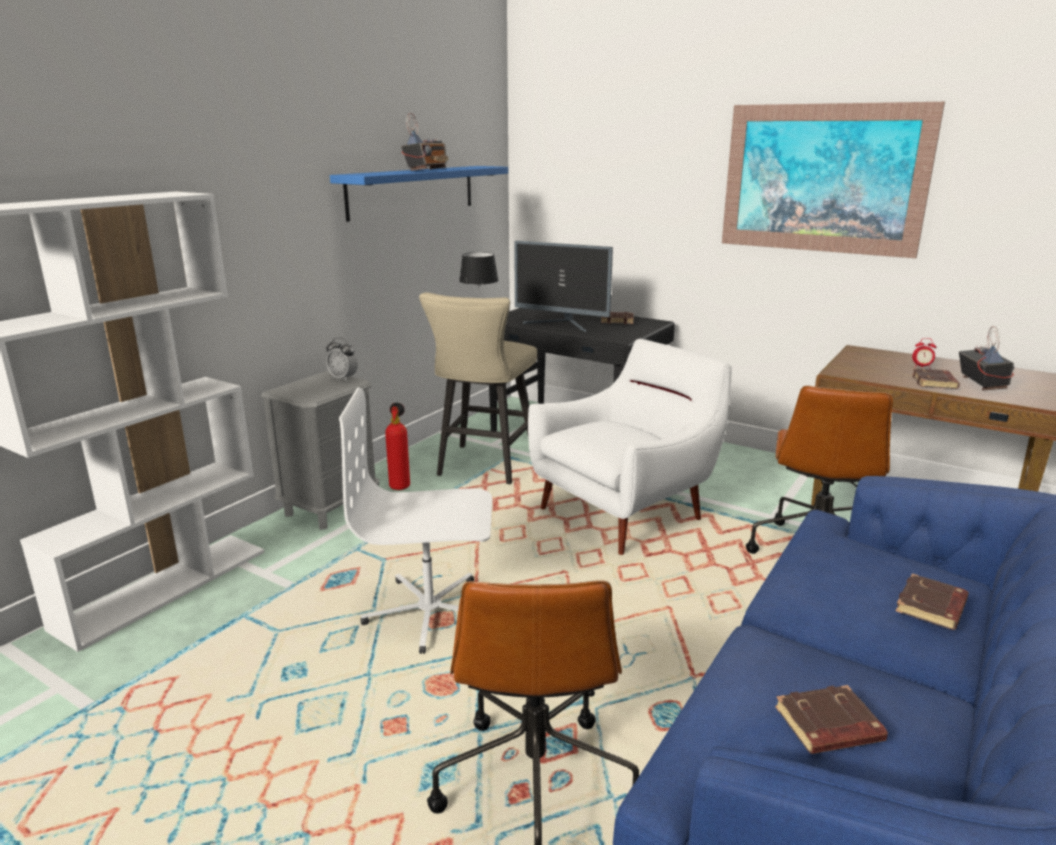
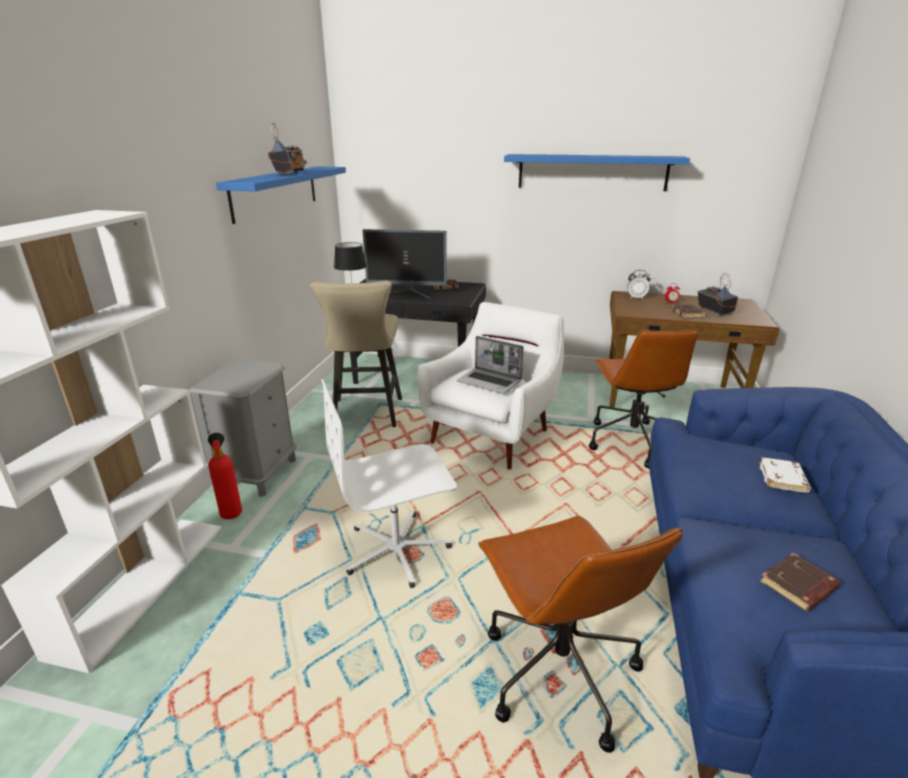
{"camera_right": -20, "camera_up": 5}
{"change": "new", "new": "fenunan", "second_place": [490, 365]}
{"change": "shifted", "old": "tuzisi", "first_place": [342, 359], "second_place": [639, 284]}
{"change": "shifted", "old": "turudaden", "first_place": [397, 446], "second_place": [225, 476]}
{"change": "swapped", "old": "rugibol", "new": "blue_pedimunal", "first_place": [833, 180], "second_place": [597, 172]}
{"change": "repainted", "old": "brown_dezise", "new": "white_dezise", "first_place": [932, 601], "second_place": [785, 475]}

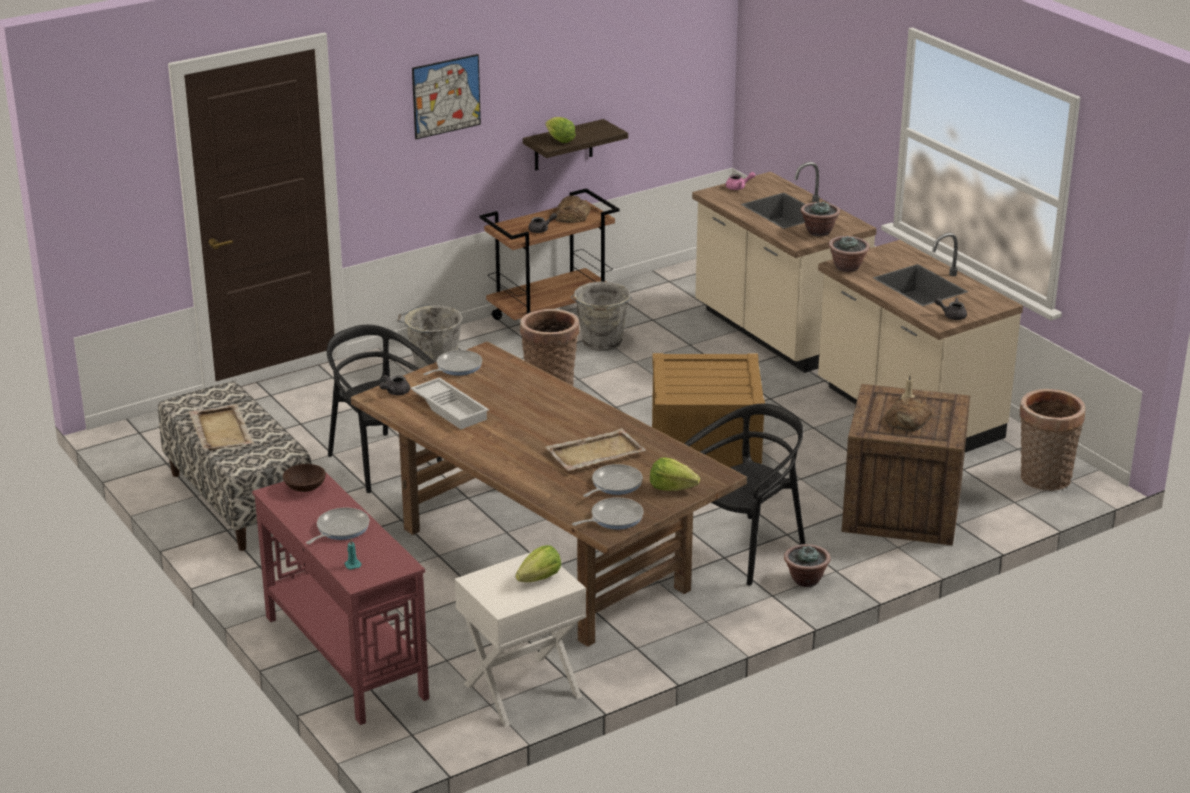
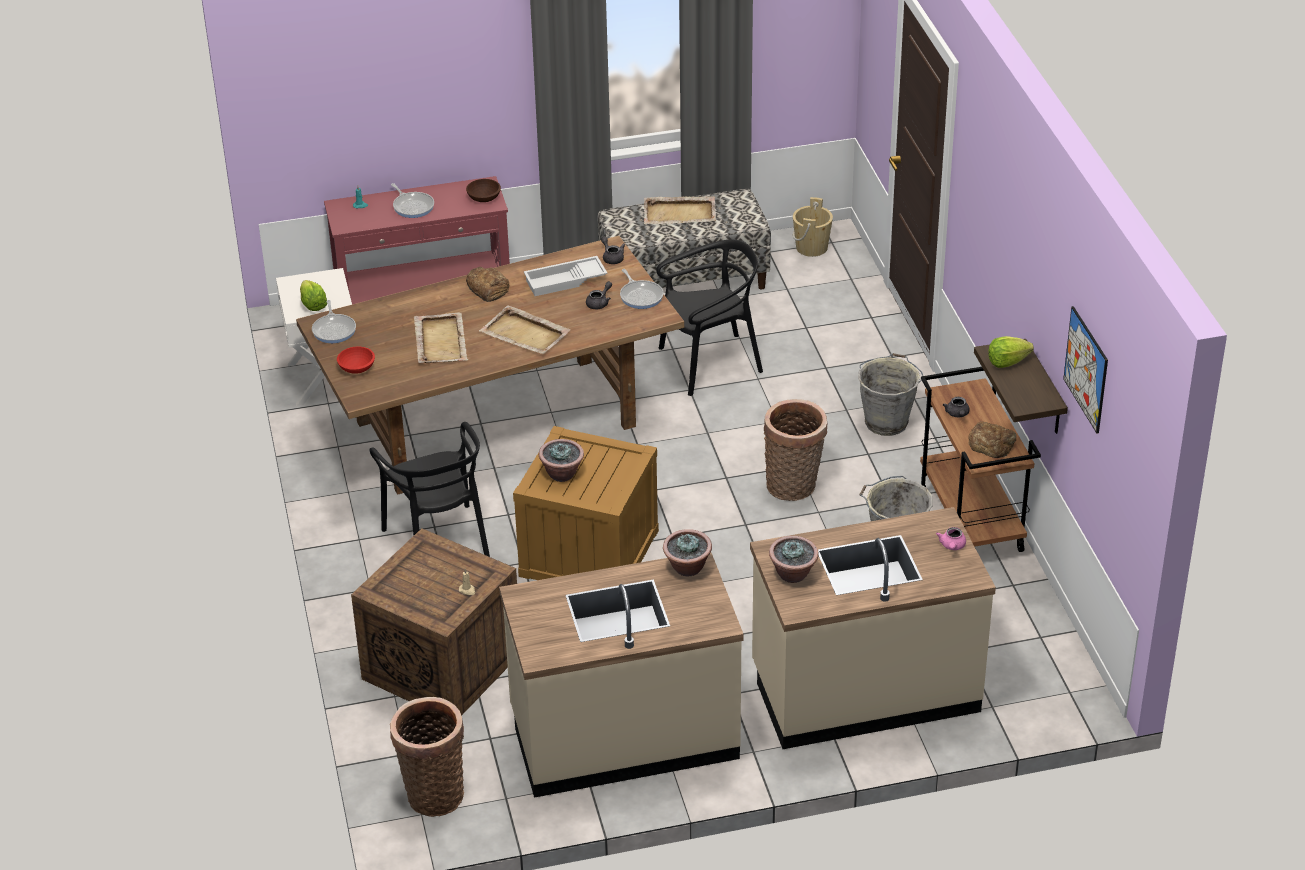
{"camera_right": 110, "camera_up": 10}
{"change": "gone", "old": "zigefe", "first_place": [613, 480]}
{"change": "new", "new": "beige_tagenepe", "second_place": [525, 329]}
{"change": "new", "new": "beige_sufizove", "second_place": [813, 227]}
{"change": "shifted", "old": "rugibol", "first_place": [446, 96], "second_place": [1085, 370]}
{"change": "shifted", "old": "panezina", "first_place": [807, 565], "second_place": [561, 460]}
{"change": "shifted", "old": "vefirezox", "first_place": [908, 414], "second_place": [487, 284]}
{"change": "shifted", "old": "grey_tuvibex", "first_place": [950, 308], "second_place": [599, 295]}
{"change": "swapped", "old": "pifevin", "new": "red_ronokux", "first_place": [675, 474], "second_place": [356, 360]}

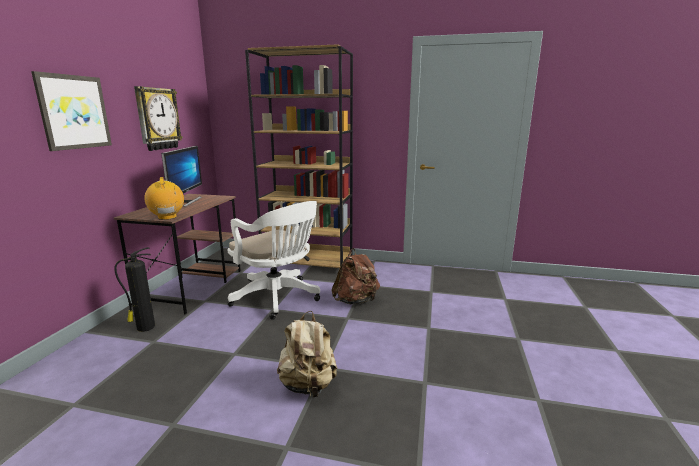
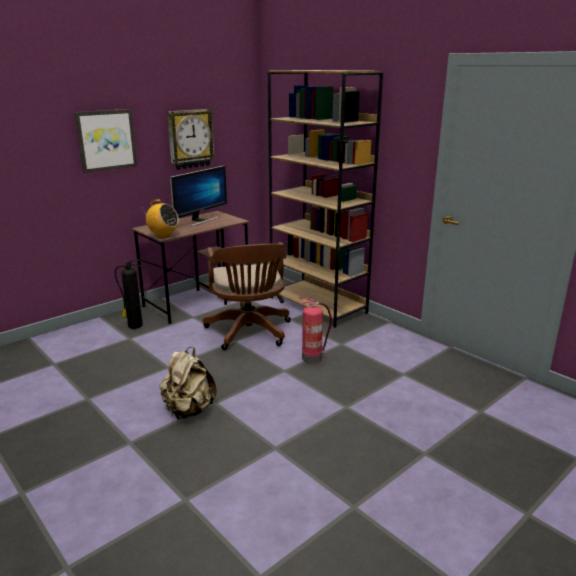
{"camera_right": 35, "camera_up": 5}
{"change": "swapped", "old": "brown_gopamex", "new": "turudaden", "first_place": [356, 276], "second_place": [316, 330]}
{"change": "repainted", "old": "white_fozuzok", "new": "brown_fozuzok", "first_place": [273, 260], "second_place": [247, 296]}
{"change": "rotated", "old": "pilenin", "first_place": [164, 198], "second_place": [161, 219], "degrees": 105}

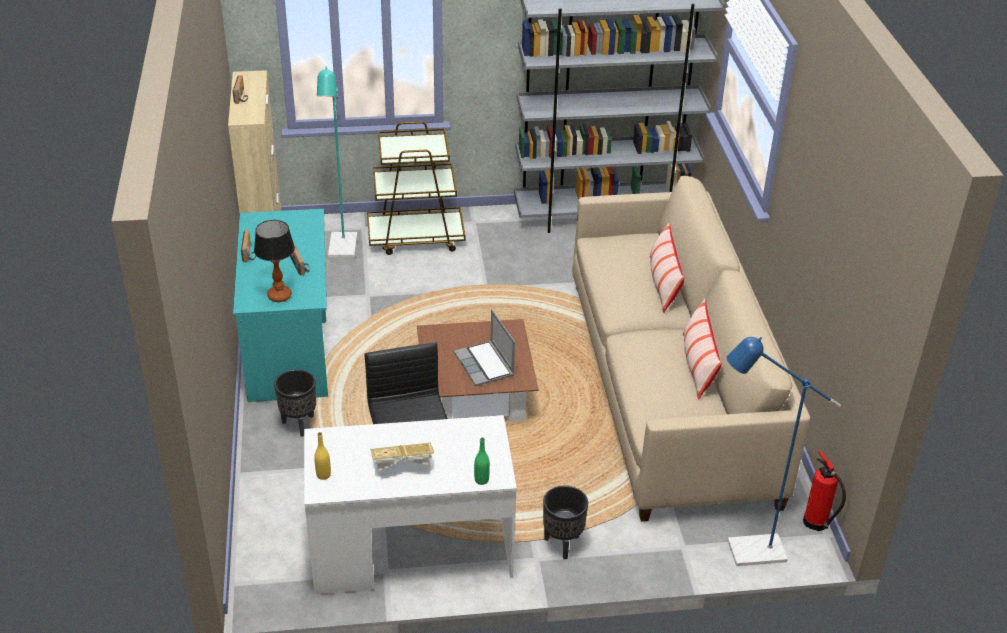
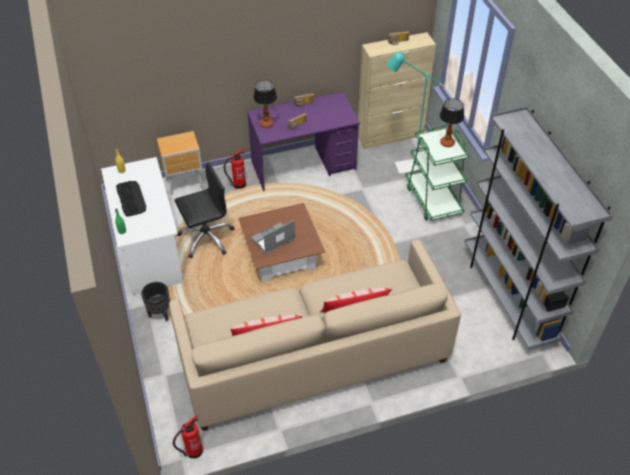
{"camera_right": 80, "camera_up": 10}
{"change": "gone", "old": "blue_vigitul", "first_place": [784, 451]}
{"change": "new", "new": "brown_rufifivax", "second_place": [180, 163]}
{"change": "new", "new": "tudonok", "second_place": [452, 122]}
{"change": "swapped", "old": "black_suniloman", "new": "turudaden", "first_place": [295, 403], "second_place": [235, 168]}
{"change": "swapped", "old": "dezise", "new": "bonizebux", "first_place": [402, 457], "second_place": [131, 199]}
{"change": "repainted", "old": "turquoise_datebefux", "new": "purple_datebefux", "first_place": [280, 305], "second_place": [303, 141]}
{"change": "repainted", "old": "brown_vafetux", "new": "green_vafetux", "first_place": [416, 188], "second_place": [437, 172]}

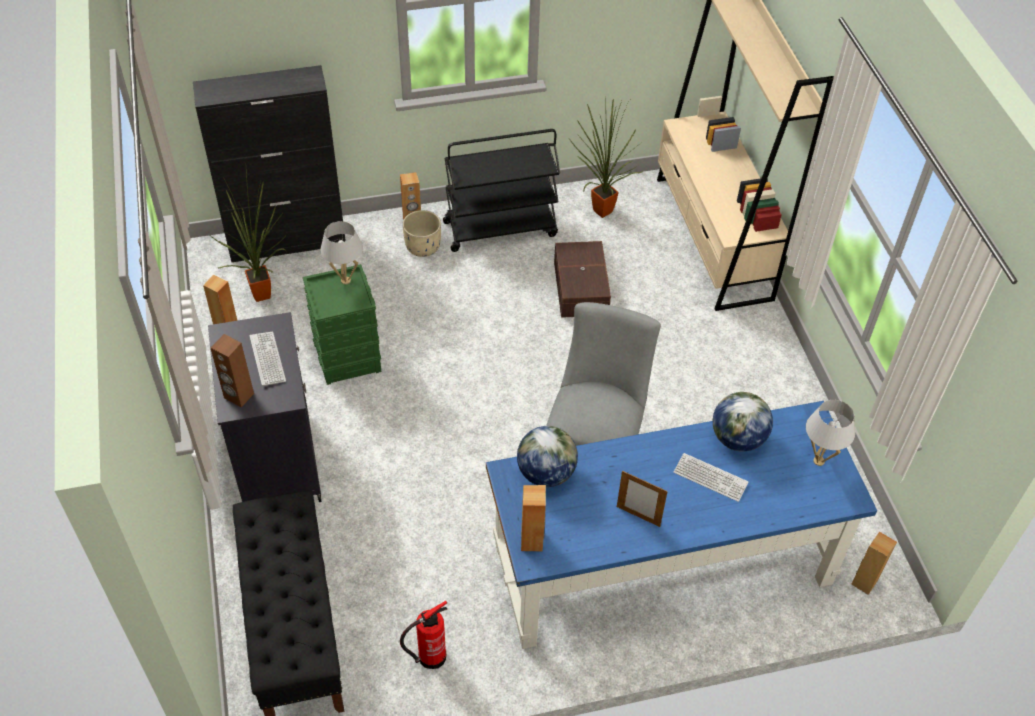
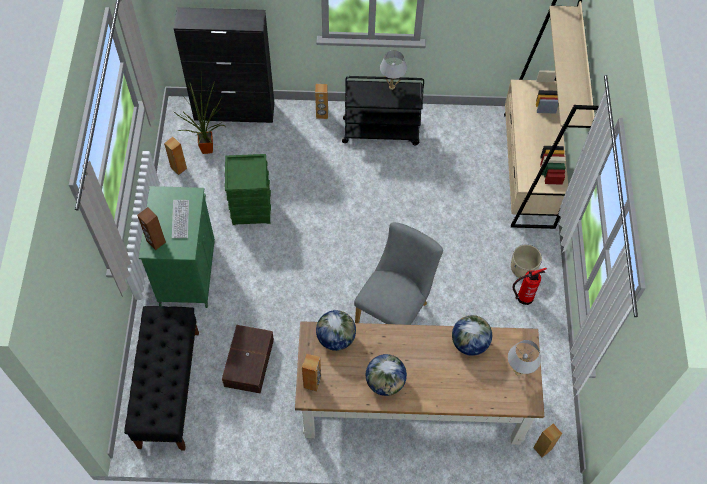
{"camera_right": 15, "camera_up": 10}
{"change": "gone", "old": "panezina", "first_place": [606, 157]}
{"change": "gone", "old": "bonizebux", "first_place": [711, 477]}
{"change": "shifted", "old": "white_tudonok", "first_place": [342, 253], "second_place": [393, 70]}
{"change": "shifted", "old": "turudaden", "first_place": [423, 635], "second_place": [530, 286]}
{"change": "shifted", "old": "beige_suniloman", "first_place": [421, 233], "second_place": [526, 261]}
{"change": "shifted", "old": "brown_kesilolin", "first_place": [582, 279], "second_place": [248, 359]}
{"change": "swapped", "old": "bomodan", "new": "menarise", "first_place": [642, 499], "second_place": [386, 375]}
{"change": "repainted", "old": "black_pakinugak", "new": "green_pakinugak", "first_place": [265, 407], "second_place": [177, 247]}
{"change": "repainted", "old": "blue_datebefux", "new": "brown_datebefux", "first_place": [681, 525], "second_place": [419, 383]}

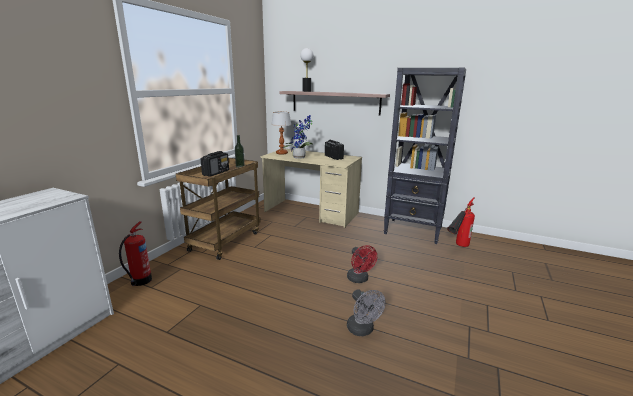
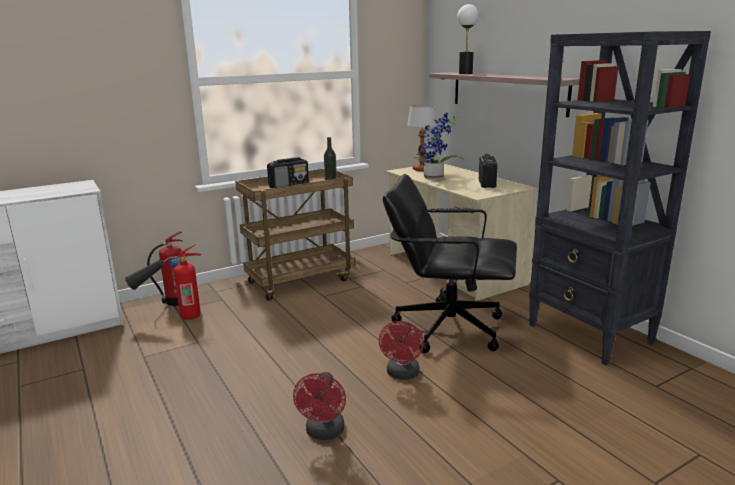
{"camera_right": 35, "camera_up": 0}
{"change": "new", "new": "black_fozuzok", "second_place": [450, 263]}
{"change": "shifted", "old": "turudaden", "first_place": [461, 222], "second_place": [163, 281]}
{"change": "repainted", "old": "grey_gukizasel", "new": "red_gukizasel", "first_place": [366, 312], "second_place": [319, 406]}

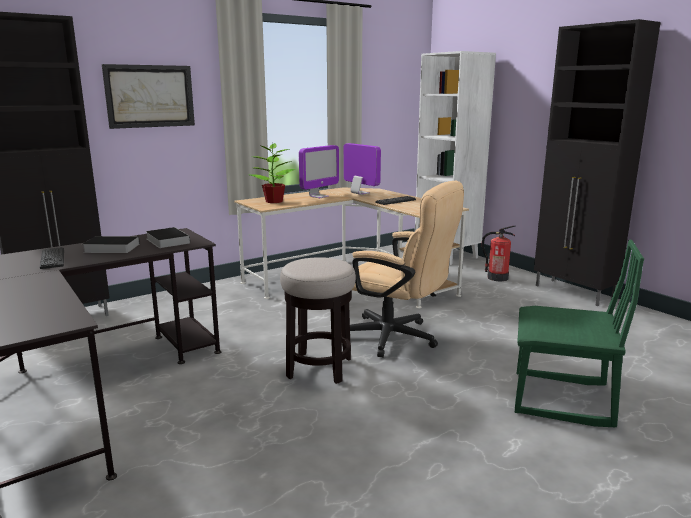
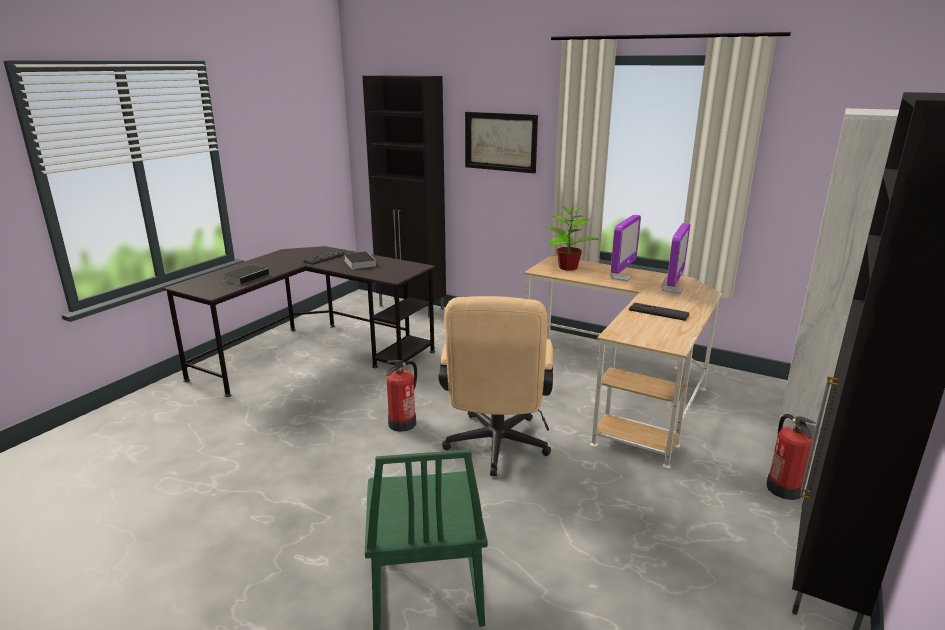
{"camera_right": 65, "camera_up": 5}
{"change": "shifted", "old": "dezise", "first_place": [168, 237], "second_place": [246, 274]}
{"change": "swapped", "old": "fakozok", "new": "turudaden", "first_place": [318, 320], "second_place": [401, 396]}
{"change": "rotated", "old": "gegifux", "first_place": [319, 171], "second_place": [625, 248], "degrees": -75}

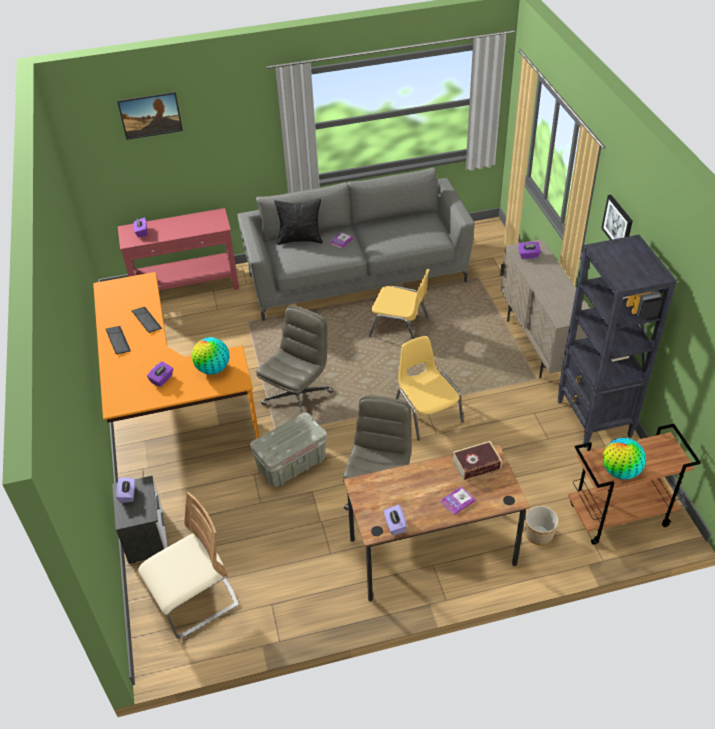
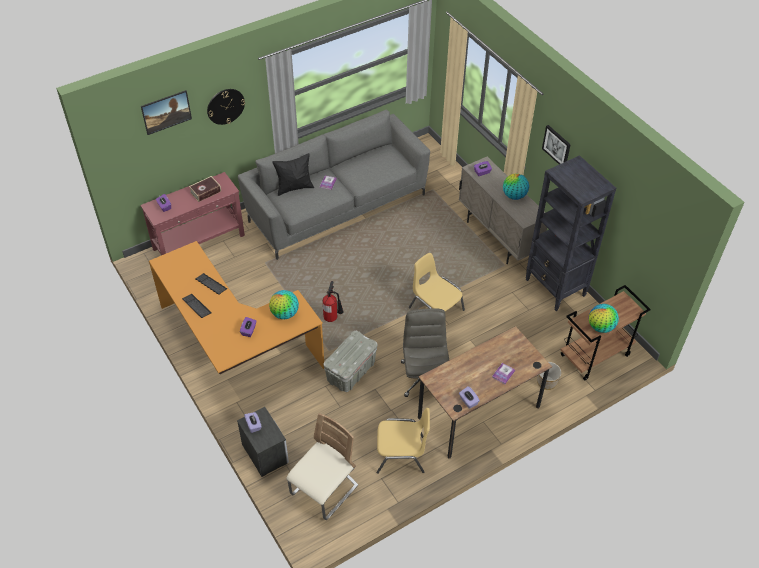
{"camera_right": -20, "camera_up": 5}
{"change": "new", "new": "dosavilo", "second_place": [226, 107]}
{"change": "new", "new": "menarise", "second_place": [516, 187]}
{"change": "shifted", "old": "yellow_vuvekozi", "first_place": [399, 304], "second_place": [403, 441]}
{"change": "shifted", "old": "dezise", "first_place": [477, 460], "second_place": [205, 189]}
{"change": "swapped", "old": "grey_fozuzok", "new": "turudaden", "first_place": [294, 360], "second_place": [333, 301]}

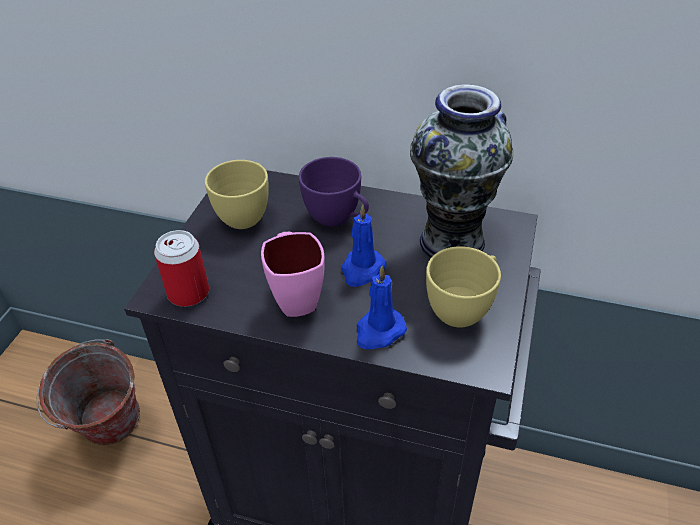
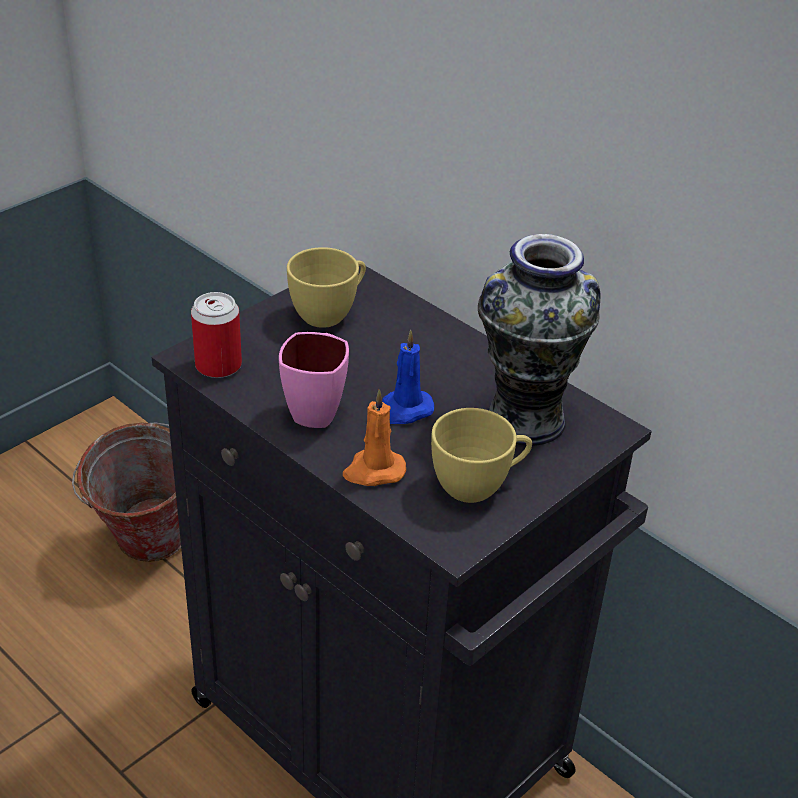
{"camera_right": 25, "camera_up": -5}
{"change": "gone", "old": "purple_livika", "first_place": [334, 191]}
{"change": "repainted", "old": "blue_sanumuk", "new": "orange_sanumuk", "first_place": [381, 307], "second_place": [374, 437]}

